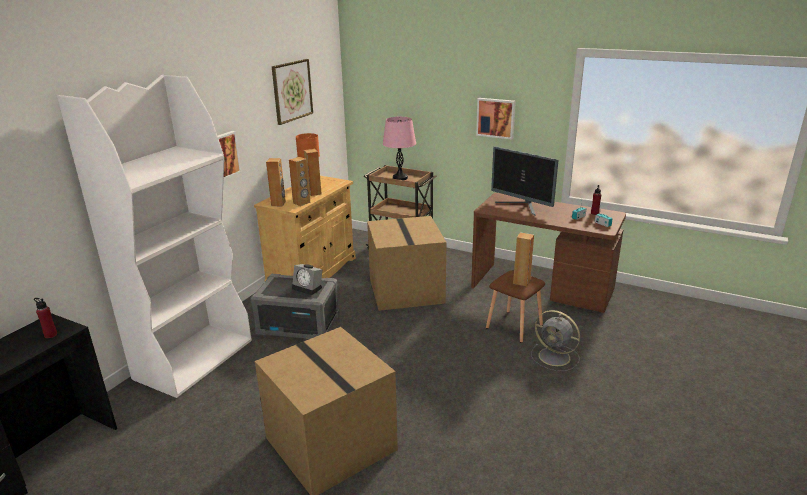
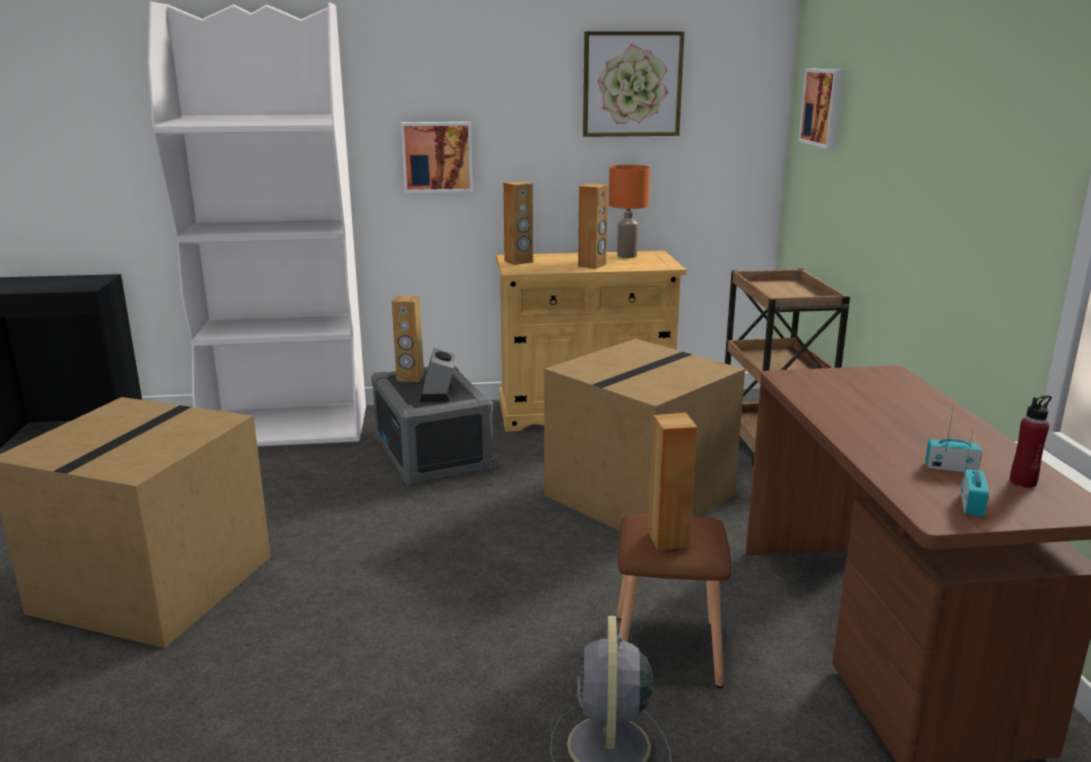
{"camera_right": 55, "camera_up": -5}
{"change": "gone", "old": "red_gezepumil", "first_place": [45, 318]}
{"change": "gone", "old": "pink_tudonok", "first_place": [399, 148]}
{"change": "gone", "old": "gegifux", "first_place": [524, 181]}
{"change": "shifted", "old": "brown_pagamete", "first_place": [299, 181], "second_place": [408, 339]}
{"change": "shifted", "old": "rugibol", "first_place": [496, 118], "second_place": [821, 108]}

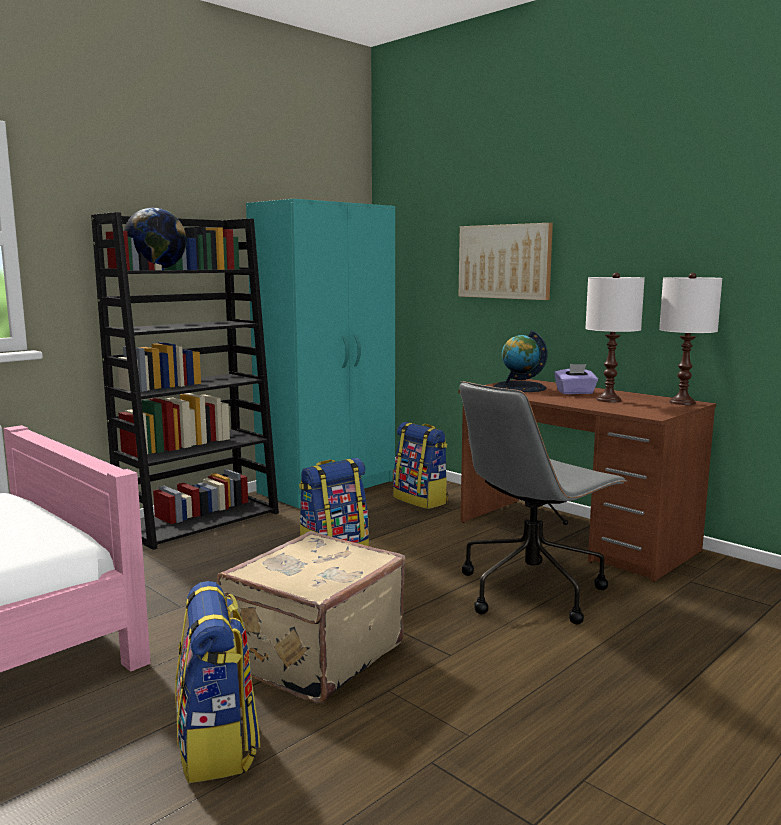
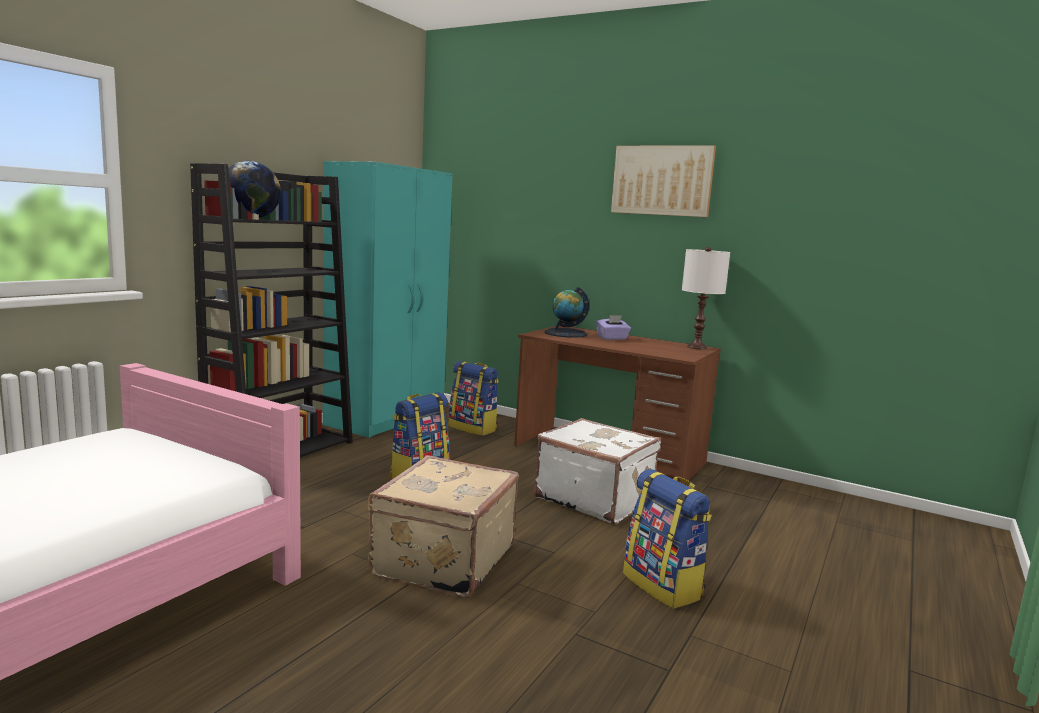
{"camera_right": -15, "camera_up": 0}
{"change": "gone", "old": "white_tudonok", "first_place": [615, 337]}
{"change": "shifted", "old": "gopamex", "first_place": [217, 682], "second_place": [667, 539]}
{"change": "shifted", "old": "rugibol", "first_place": [505, 261], "second_place": [663, 181]}
{"change": "swapped", "old": "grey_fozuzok", "new": "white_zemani", "first_place": [543, 502], "second_place": [597, 471]}

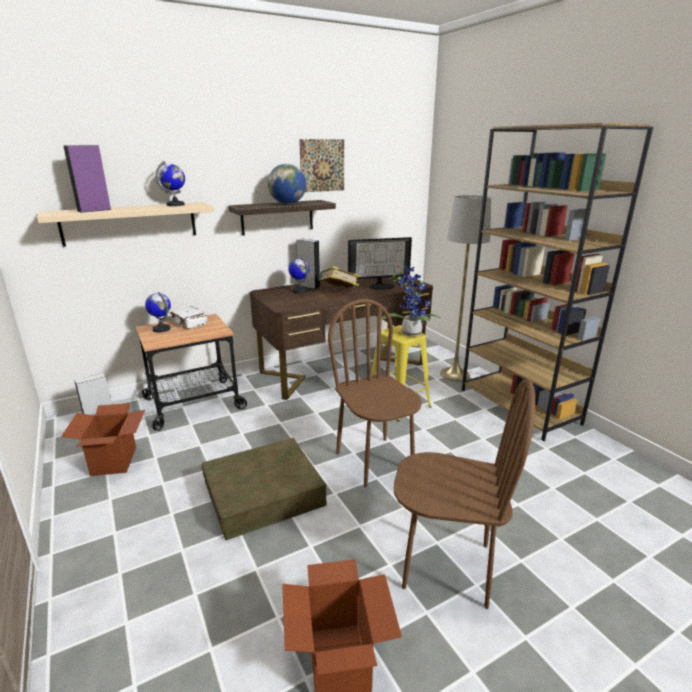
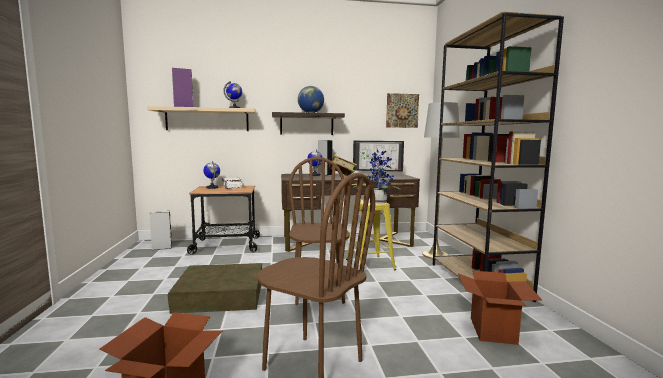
{"camera_right": 20, "camera_up": -15}
{"change": "shifted", "old": "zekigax", "first_place": [103, 439], "second_place": [500, 308]}
{"change": "shifted", "old": "rugibol", "first_place": [321, 165], "second_place": [402, 110]}

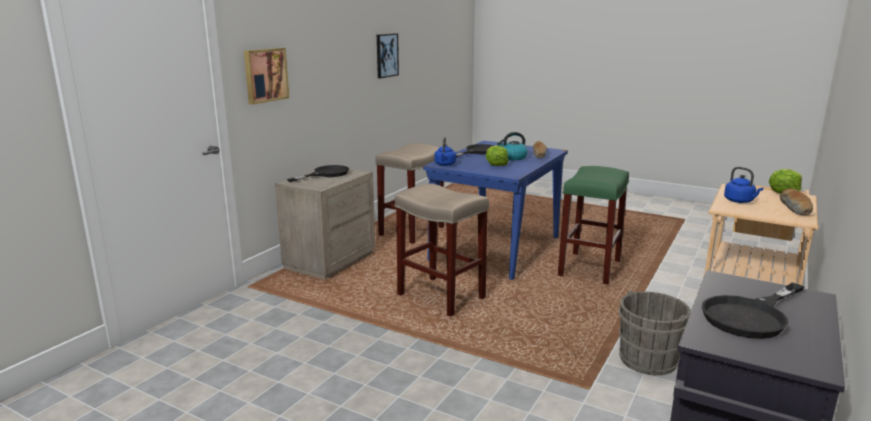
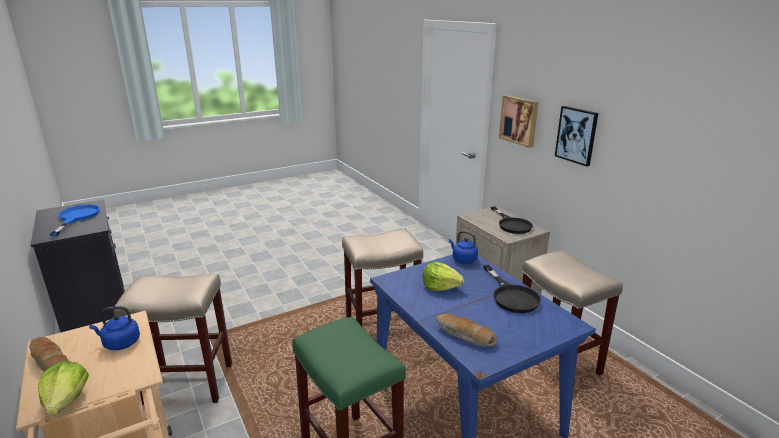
{"camera_right": 120, "camera_up": 5}
{"change": "gone", "old": "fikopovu", "first_place": [512, 146]}
{"change": "shifted", "old": "rugibol", "first_place": [388, 55], "second_place": [576, 136]}
{"change": "swapped", "old": "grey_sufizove", "new": "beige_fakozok", "first_place": [655, 332], "second_place": [173, 339]}
{"change": "repainted", "old": "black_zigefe", "new": "blue_zigefe", "first_place": [753, 311], "second_place": [74, 220]}

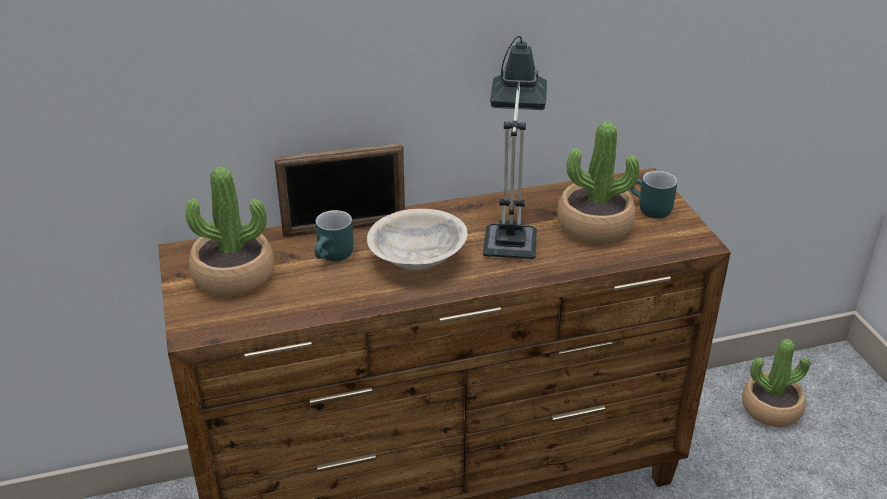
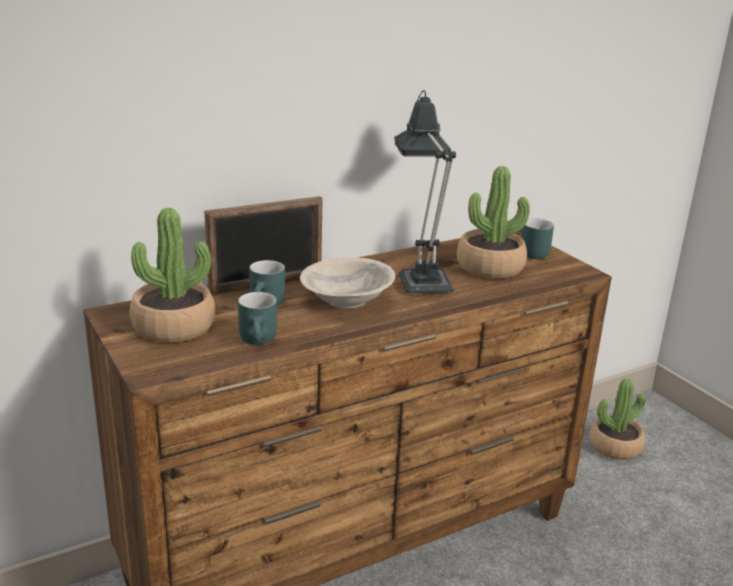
{"camera_right": -15, "camera_up": -10}
{"change": "new", "new": "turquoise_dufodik", "second_place": [257, 318]}

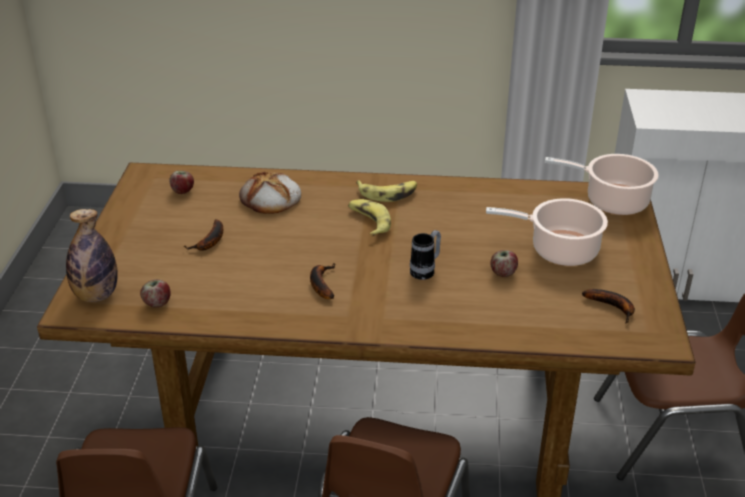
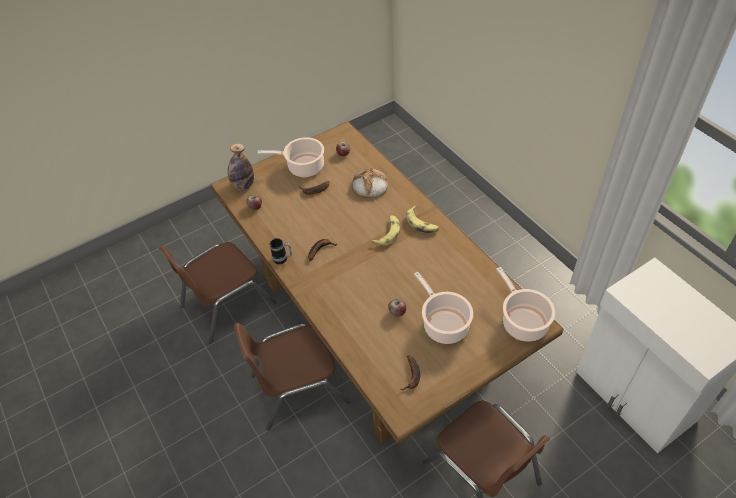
{"camera_right": 55, "camera_up": 15}
{"change": "new", "new": "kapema", "second_place": [291, 157]}
{"change": "shifted", "old": "dufodik", "first_place": [425, 255], "second_place": [281, 251]}

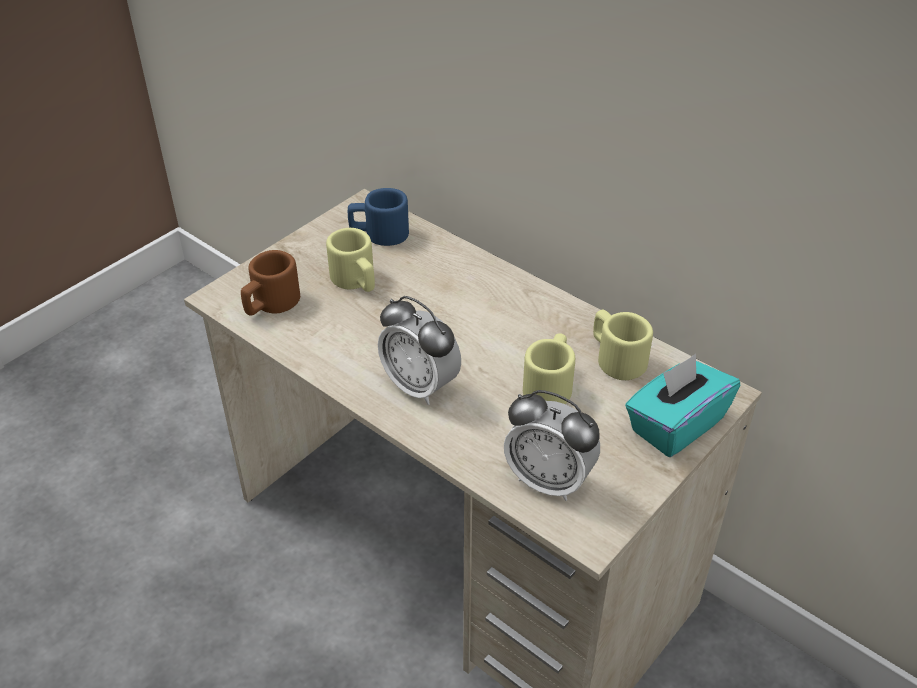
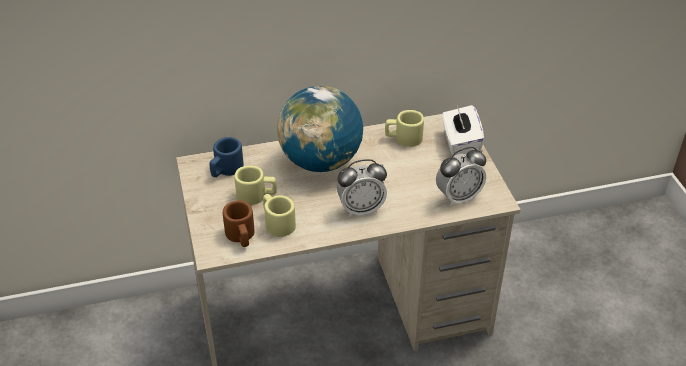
{"camera_right": -55, "camera_up": 0}
{"change": "new", "new": "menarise", "second_place": [320, 129]}
{"change": "shifted", "old": "beige_dufodik", "first_place": [549, 368], "second_place": [279, 215]}
{"change": "repainted", "old": "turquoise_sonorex", "new": "white_sonorex", "first_place": [682, 405], "second_place": [463, 130]}

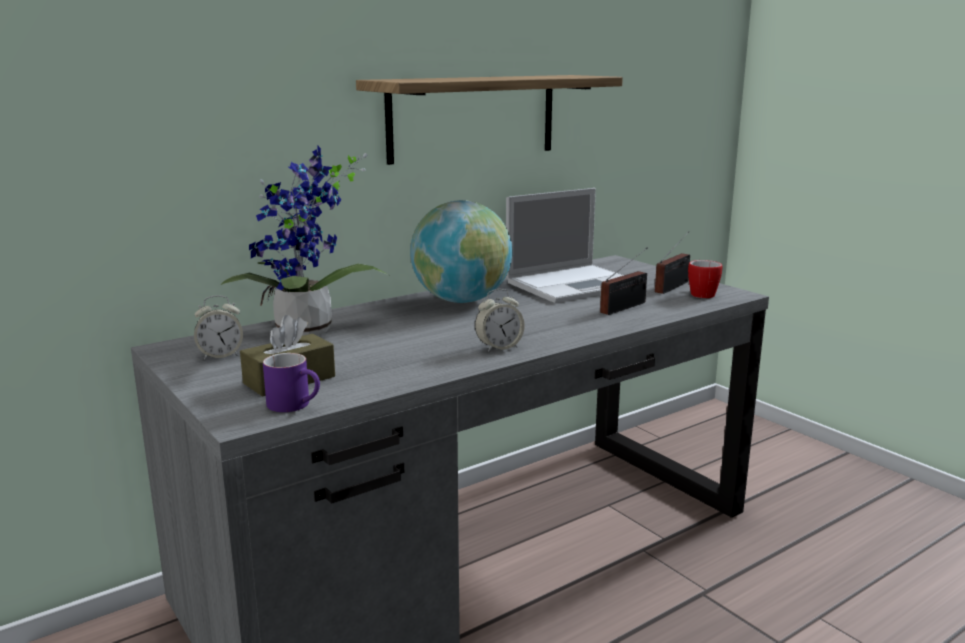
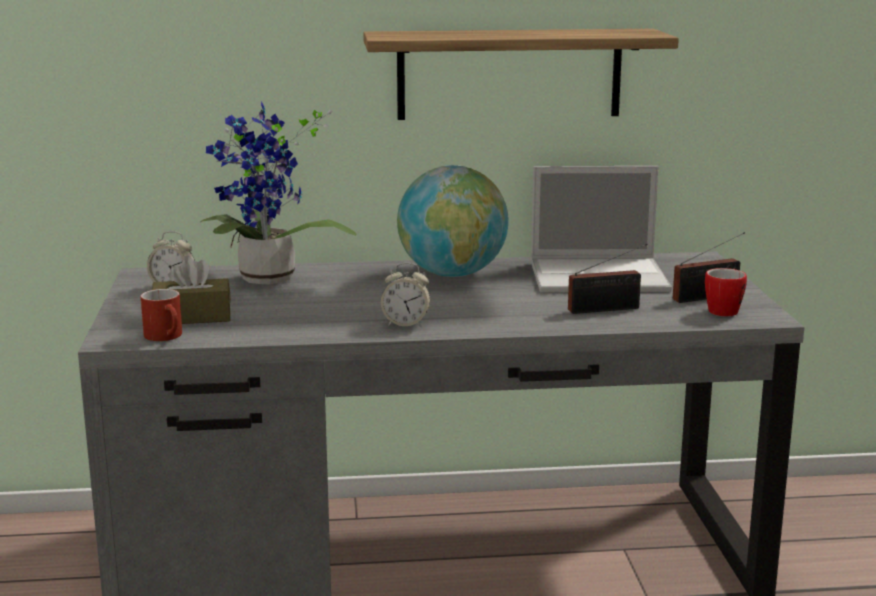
{"camera_right": 30, "camera_up": 0}
{"change": "repainted", "old": "purple_dufodik", "new": "red_dufodik", "first_place": [291, 382], "second_place": [161, 315]}

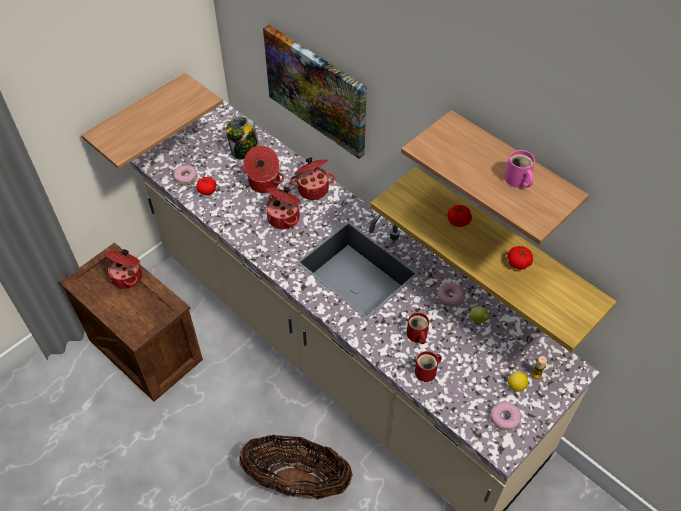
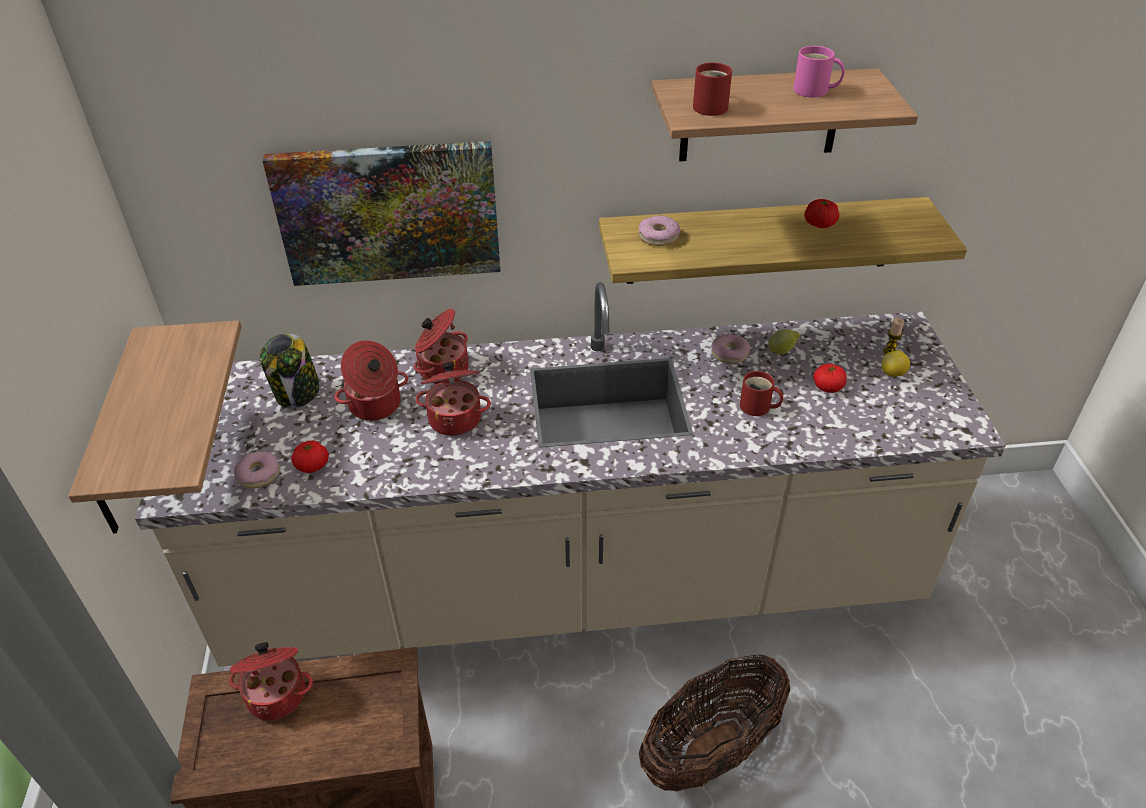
{"camera_right": -50, "camera_up": -10}
{"change": "shifted", "old": "red_dufodik", "first_place": [428, 366], "second_place": [712, 89]}
{"change": "shifted", "old": "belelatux", "first_place": [459, 216], "second_place": [829, 378]}
{"change": "shifted", "old": "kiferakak", "first_place": [505, 415], "second_place": [659, 230]}

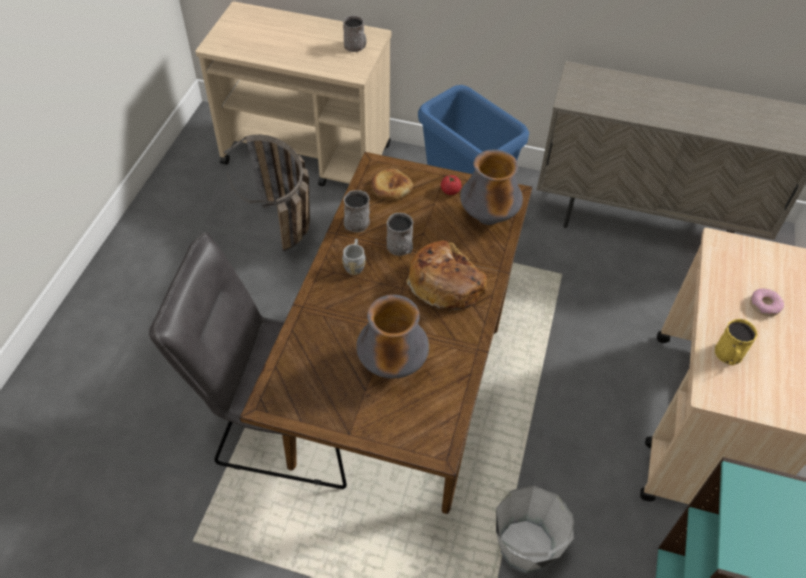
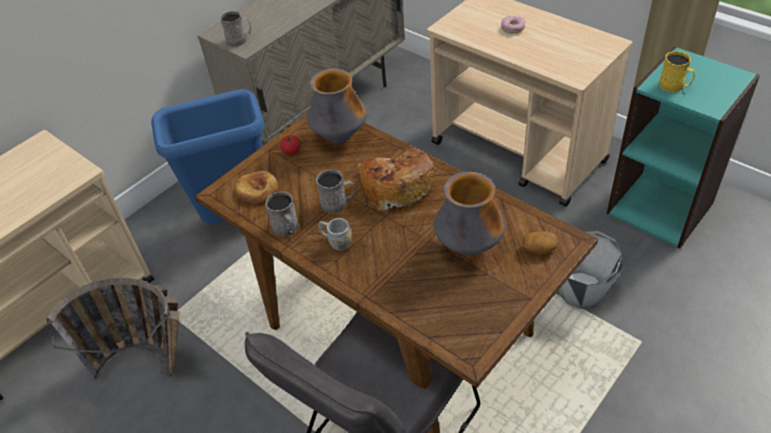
{"camera_right": -60, "camera_up": -5}
{"change": "new", "new": "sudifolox", "second_place": [540, 242]}
{"change": "shifted", "old": "grey_dufodik", "first_place": [354, 34], "second_place": [235, 29]}
{"change": "shifted", "old": "yellow_dufodik", "first_place": [736, 342], "second_place": [677, 71]}

